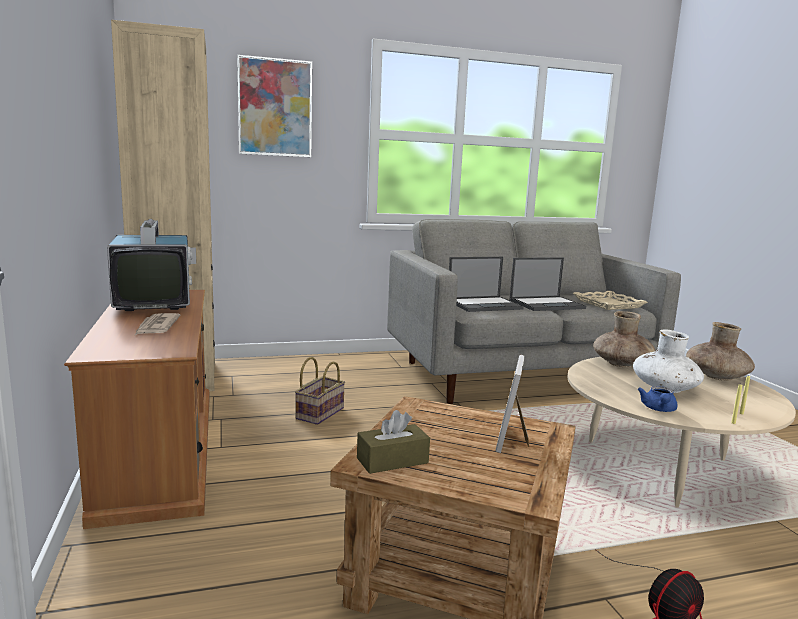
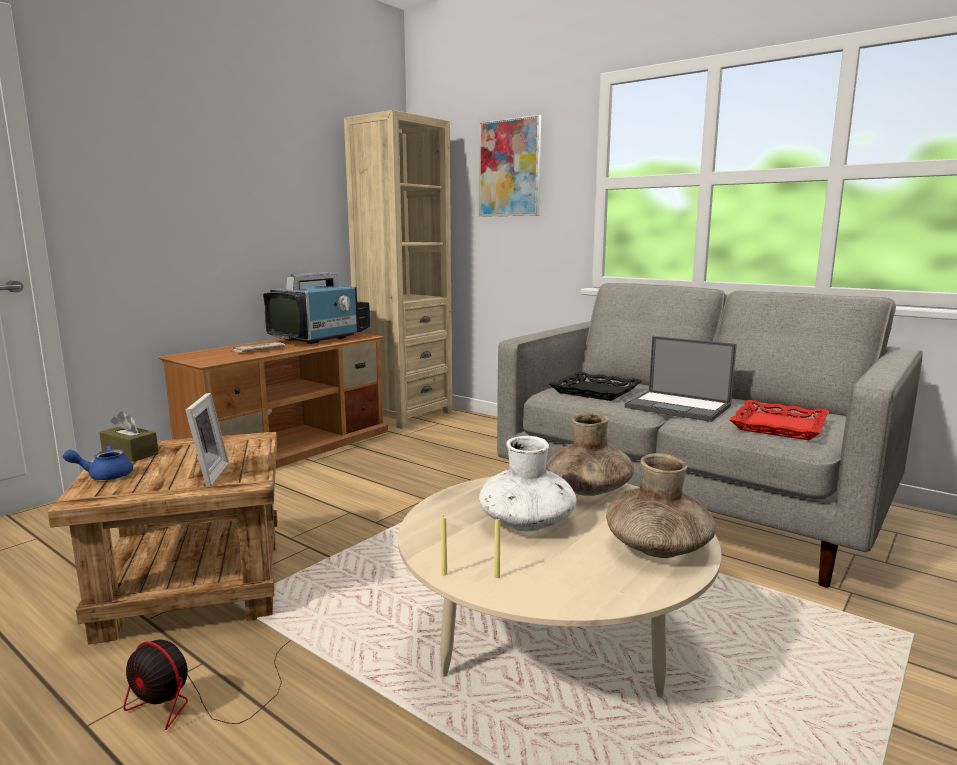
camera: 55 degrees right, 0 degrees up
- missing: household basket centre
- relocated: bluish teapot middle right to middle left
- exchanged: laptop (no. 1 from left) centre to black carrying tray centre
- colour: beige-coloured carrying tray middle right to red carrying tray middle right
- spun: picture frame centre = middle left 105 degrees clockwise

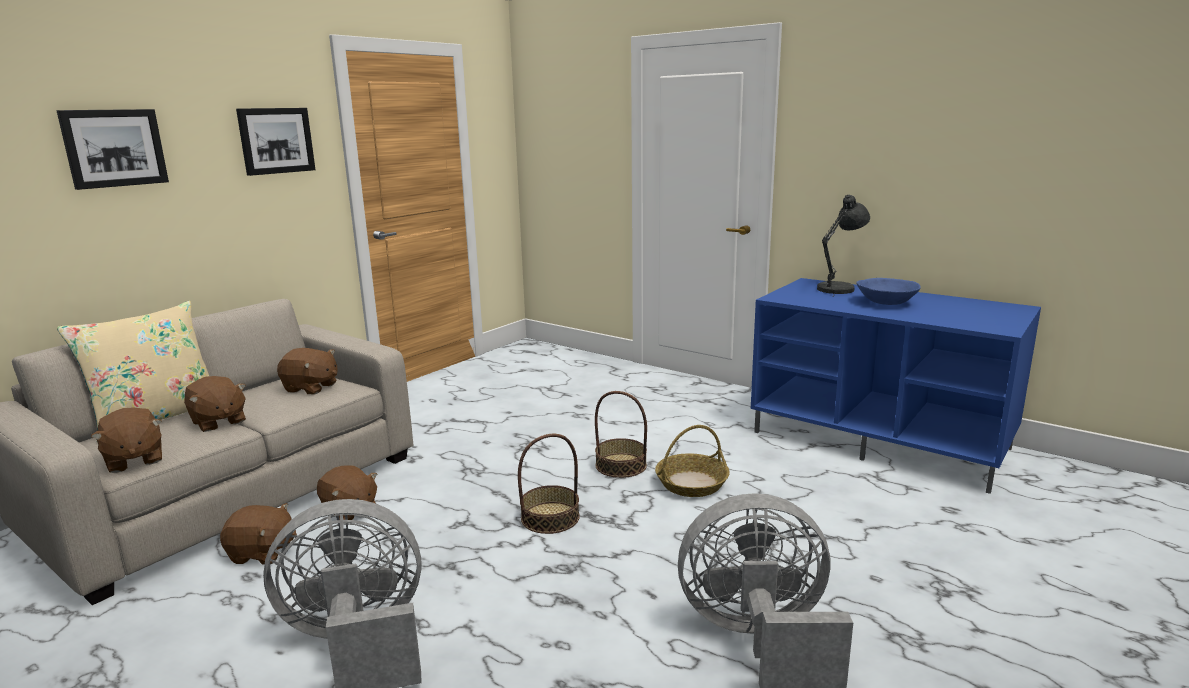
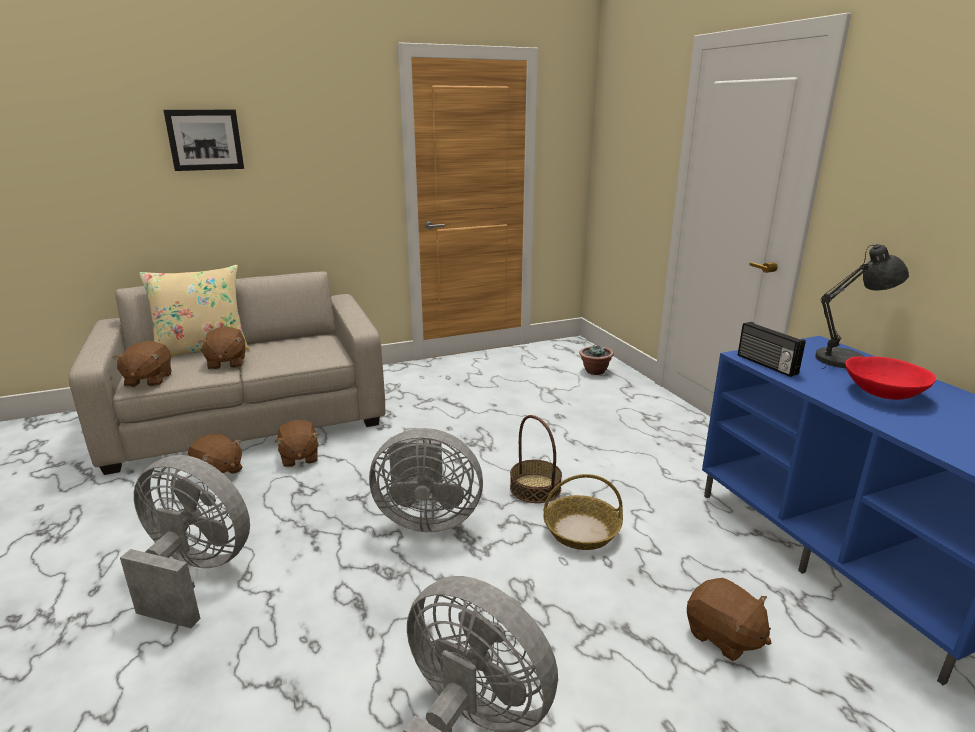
camera: 30 degrees right, 5 degrees up
- missing: picture (no. 2 from left) top left
- appeared: houseplant centre
- appeared: radio set middle right
- relocated: brown soft toy (no. 4 from left in the first image) middle left to brown soft toy (no. 5 from left) bottom right
- exchanged: household basket (no. 1 from left) bottom centre to gray cooling fan (no. 2 from left) centre
- colour: bluish serving bowl middle right to red serving bowl middle right

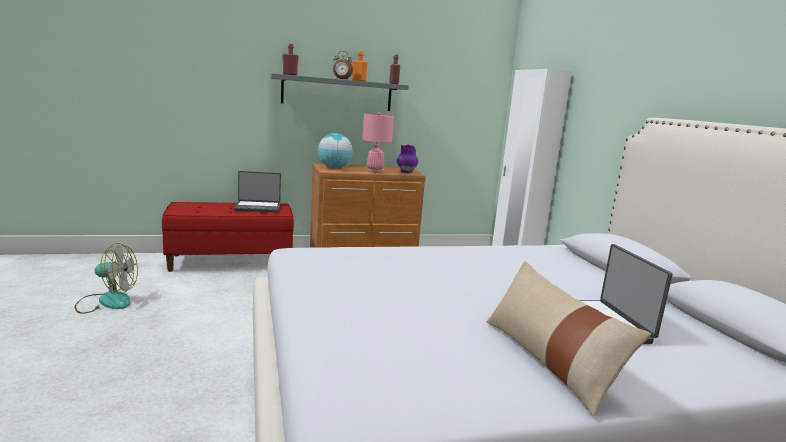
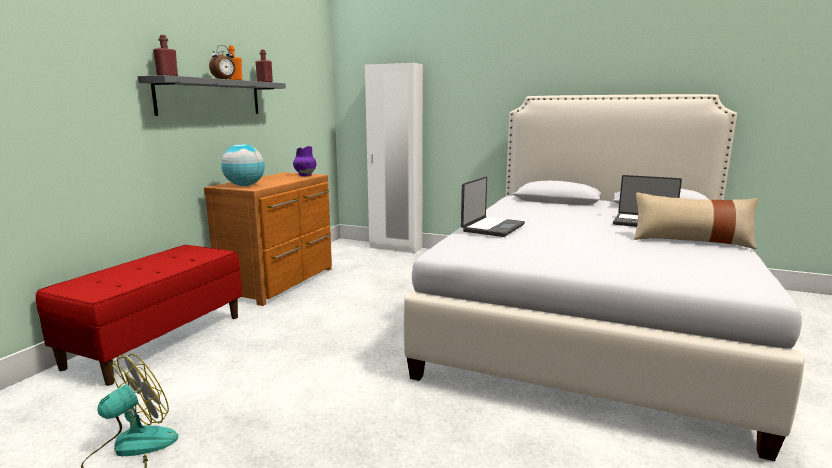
camera: 50 degrees left, 0 degrees up
- missing: pink-coloured tabletop lamp top centre
- relocated: laptop (no. 1 from left) middle left to centre

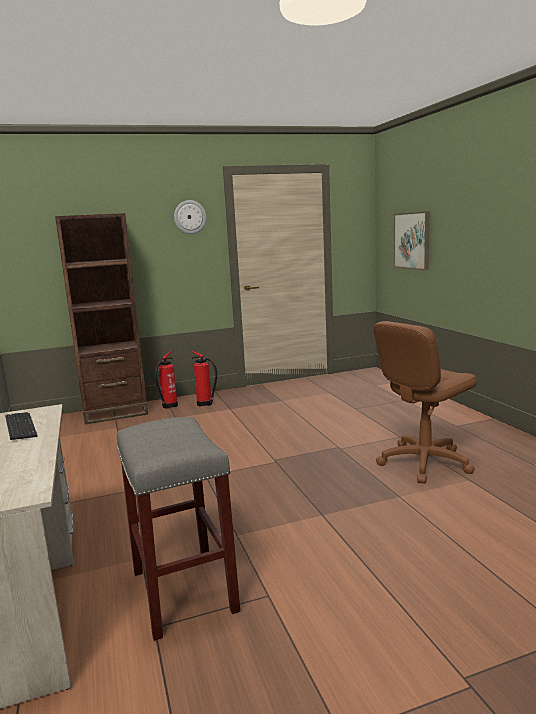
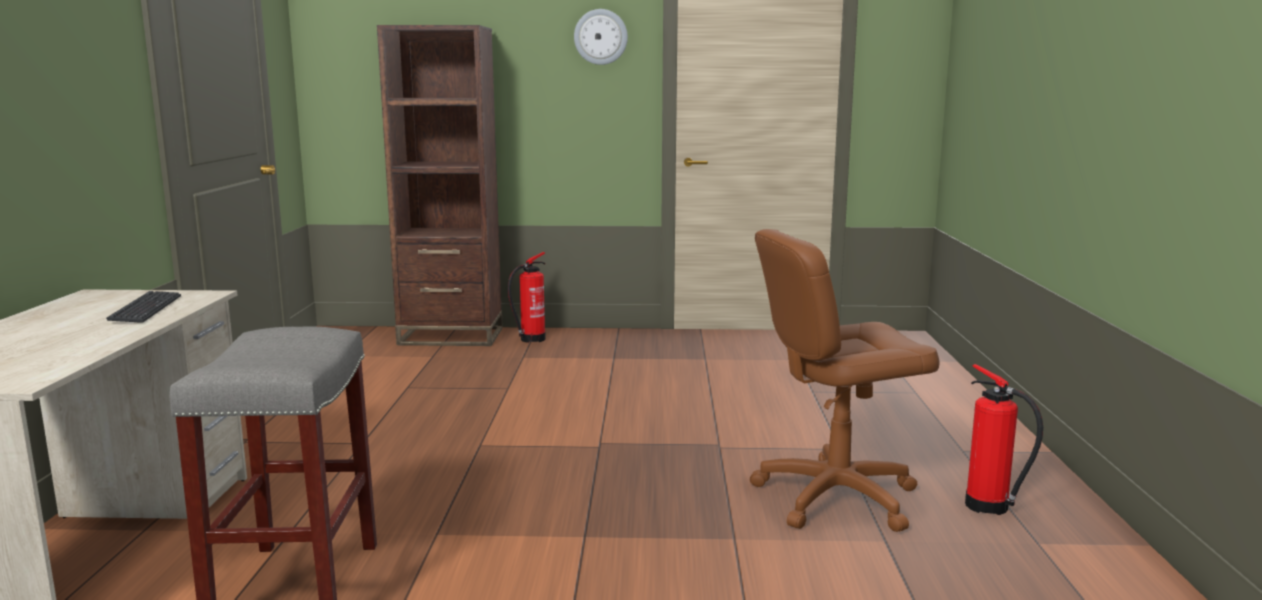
camera: 20 degrees right, 0 degrees up
- missing: picture middle right
- relocated: extinguisher (no. 2 from left) centre to bottom right

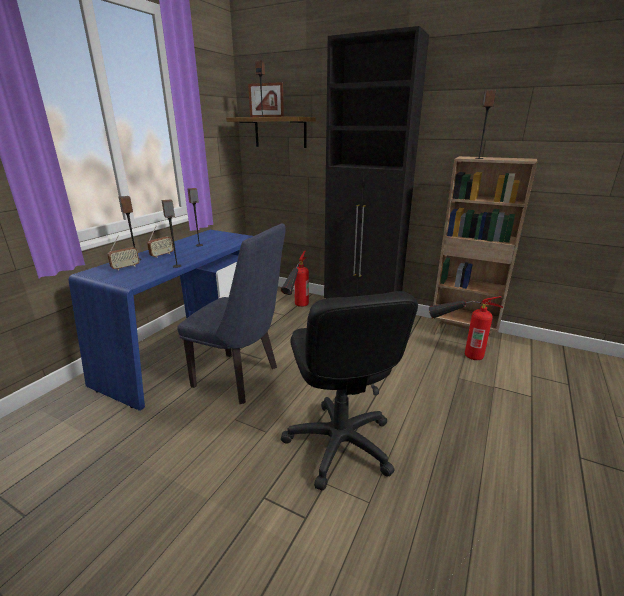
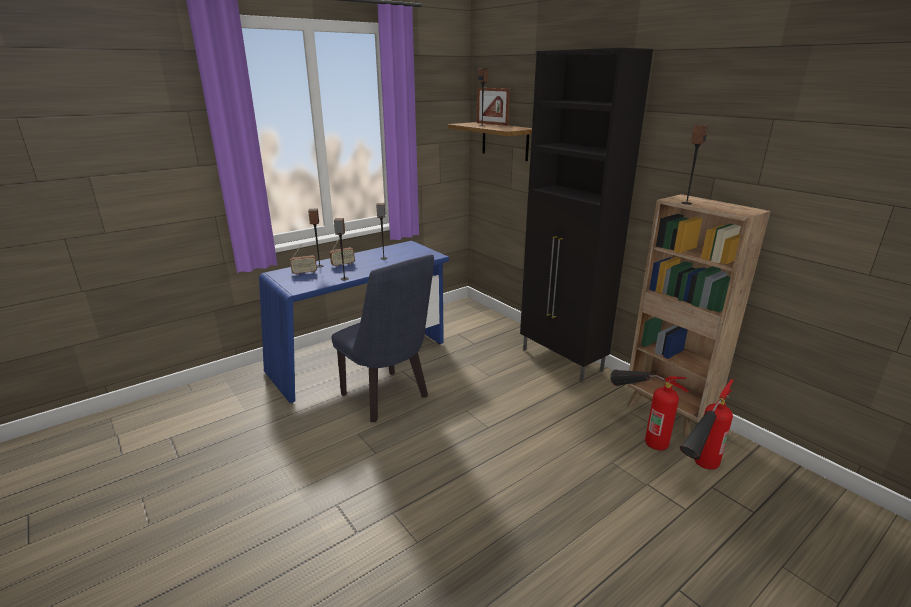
camera: 25 degrees right, 0 degrees up
- missing: black desk chair centre
- relocated: extinguisher (no. 1 from left in the first image) centre to extinguisher (no. 2 from left) bottom right

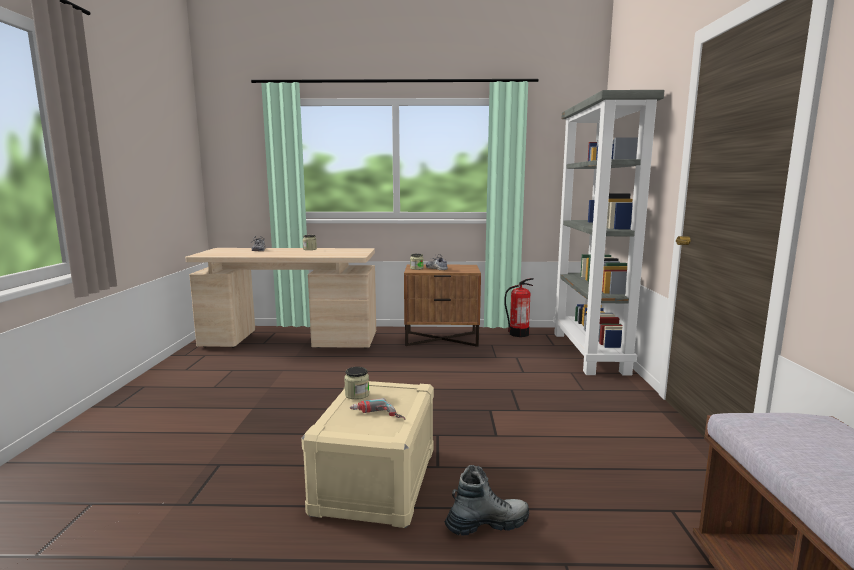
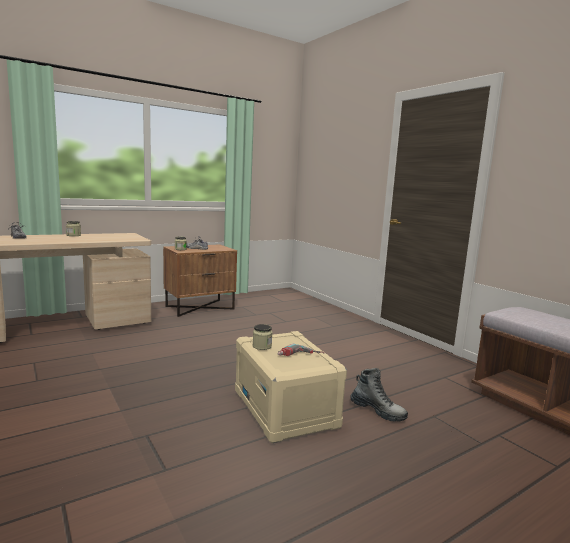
camera: 35 degrees left, 0 degrees up
- missing: extinguisher centre
- missing: gray bookcase middle right
- spun: high-top boot bottom centre = bottom centre 90 degrees clockwise

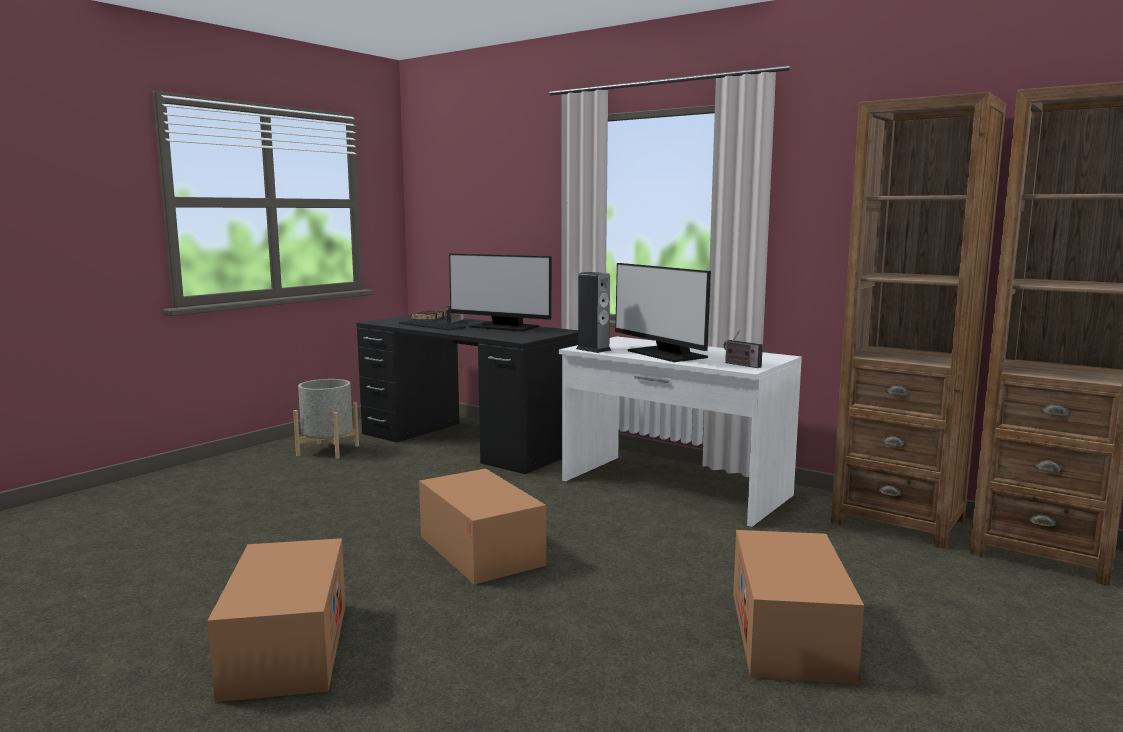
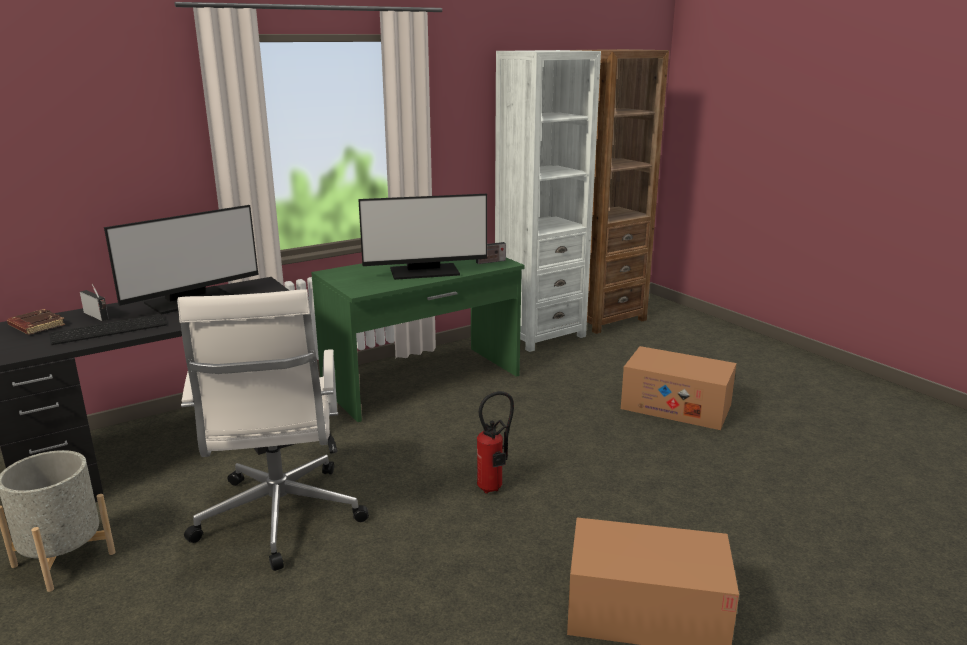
camera: 70 degrees left, 10 degrees up
- missing: loudspeaker centre
- appeared: white-coloured desk chair bottom left
- exchanged: carton (no. 2 from left) bottom centre to extinguisher bottom centre
- colour: white-coloured desk centre to greenish desk centre
- colour: brown bookcase (no. 1 from left) middle right to white-coloured bookcase top centre

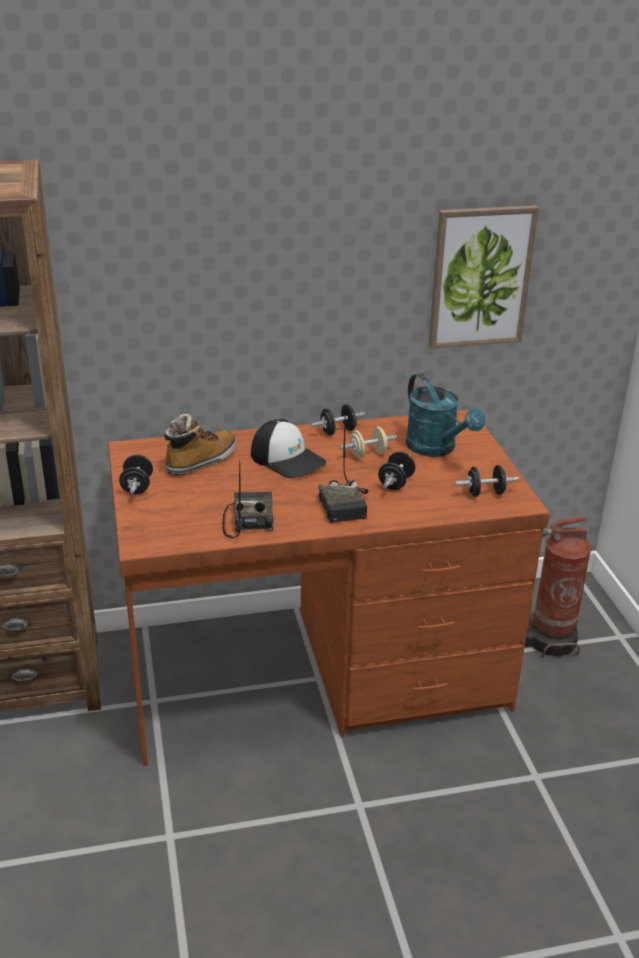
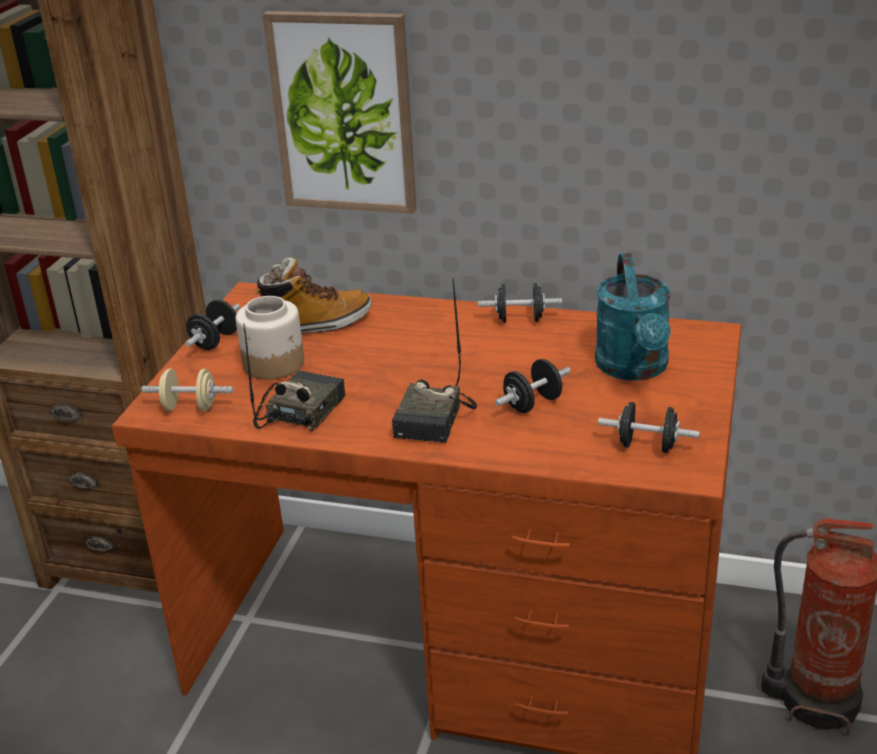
camera: 30 degrees right, 0 degrees up
- missing: cap centre
- appeared: storage jar middle left
- relocated: beige-coloured free weight centre to middle left
- relocated: picture top right to top centre

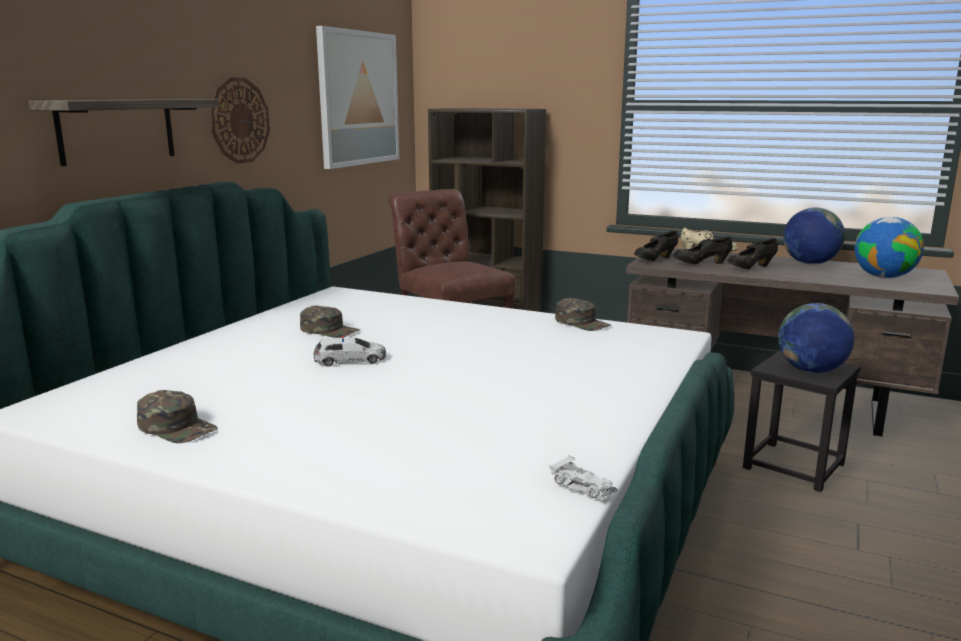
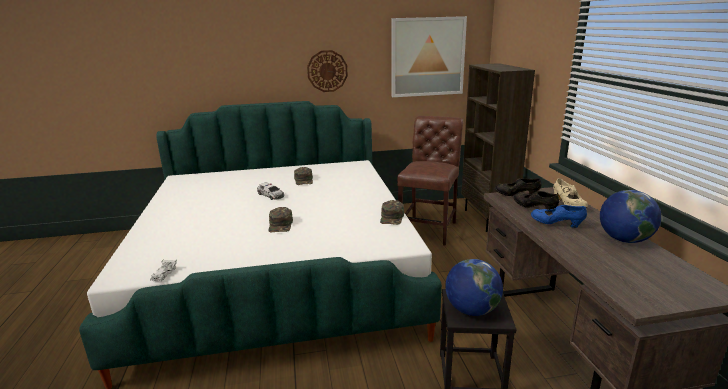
camera: 55 degrees right, 5 degrees up
- missing: shelf top left
- missing: globe (no. 3 from left) middle right
- relocated: greenish cap (no. 1 from left) middle left to centre
- colour: black low shoe (no. 3 from left) middle right to bluish low shoe middle right

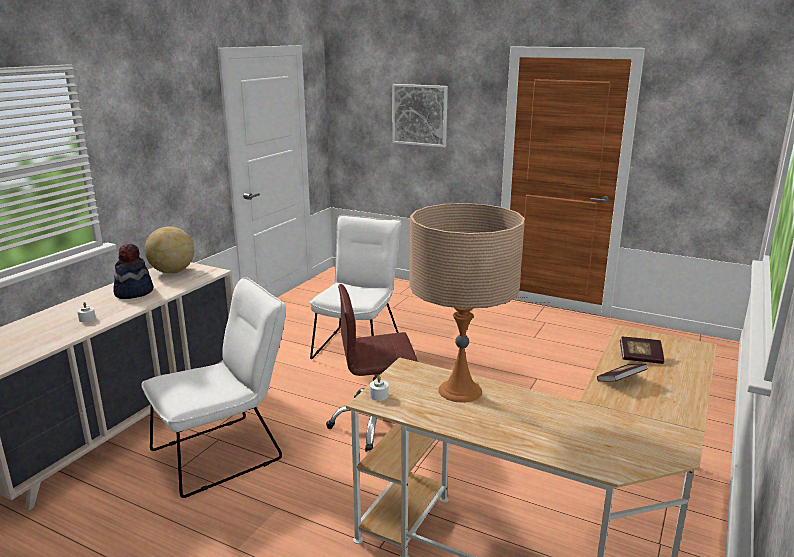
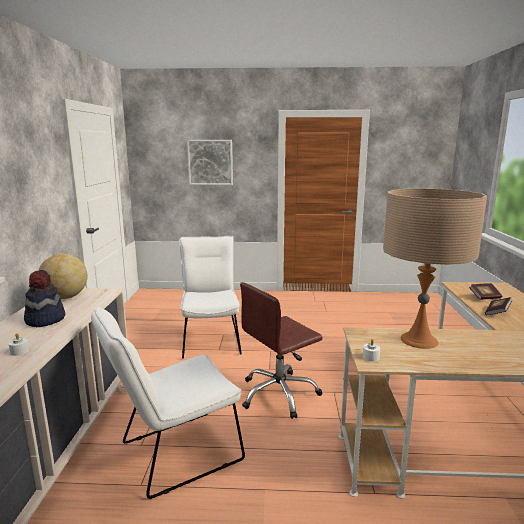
camera: 25 degrees left, 5 degrees down
- spun: white-coloured plain chair (no. 1 from left) bottom left = bottom left 150 degrees counterclockwise

